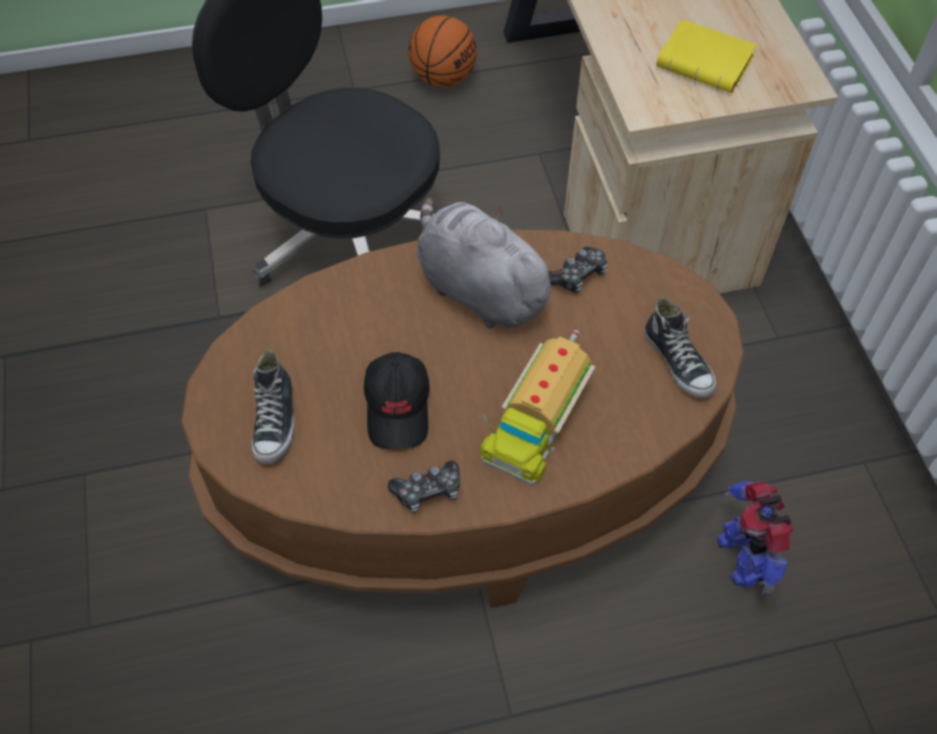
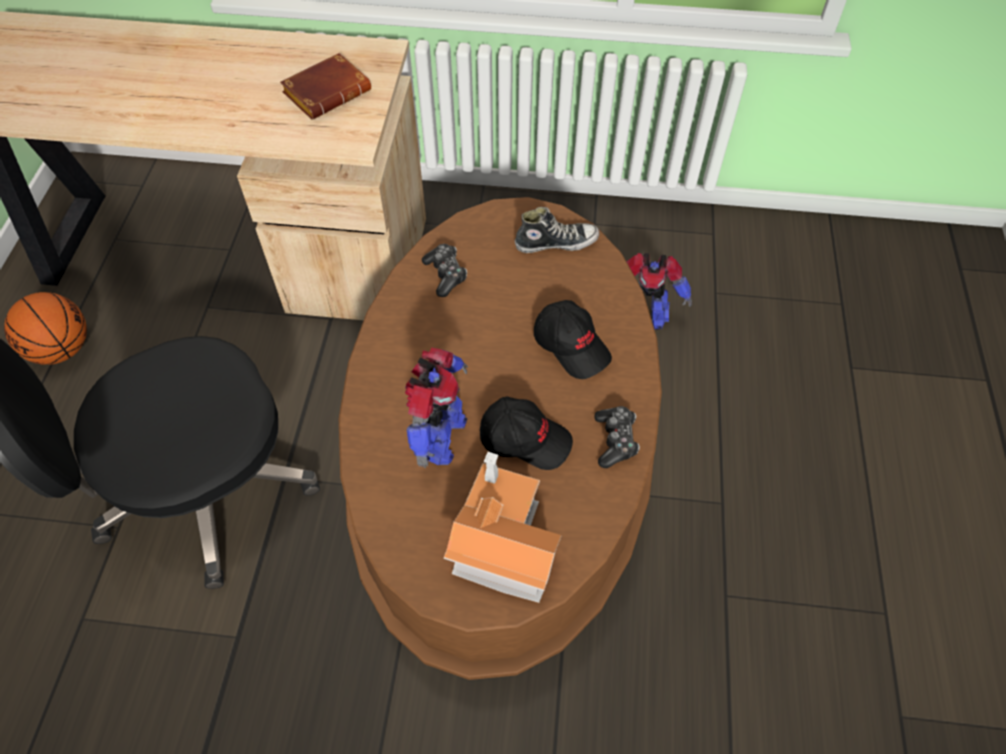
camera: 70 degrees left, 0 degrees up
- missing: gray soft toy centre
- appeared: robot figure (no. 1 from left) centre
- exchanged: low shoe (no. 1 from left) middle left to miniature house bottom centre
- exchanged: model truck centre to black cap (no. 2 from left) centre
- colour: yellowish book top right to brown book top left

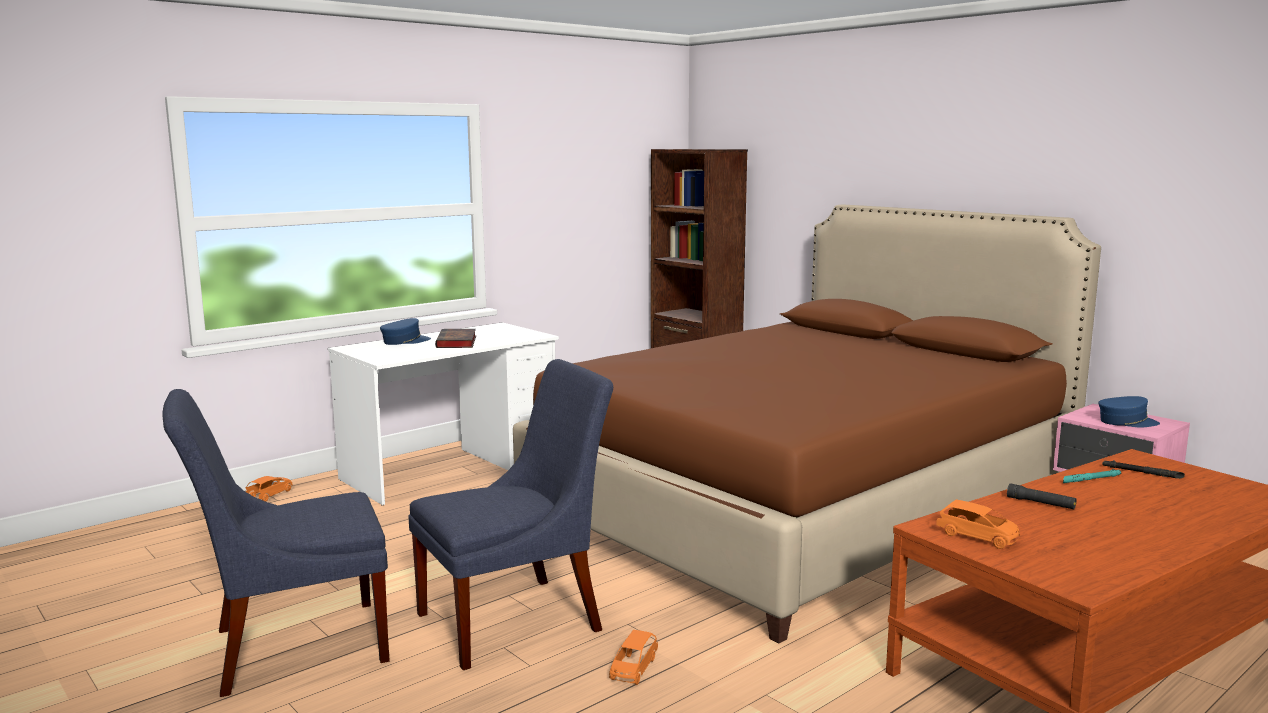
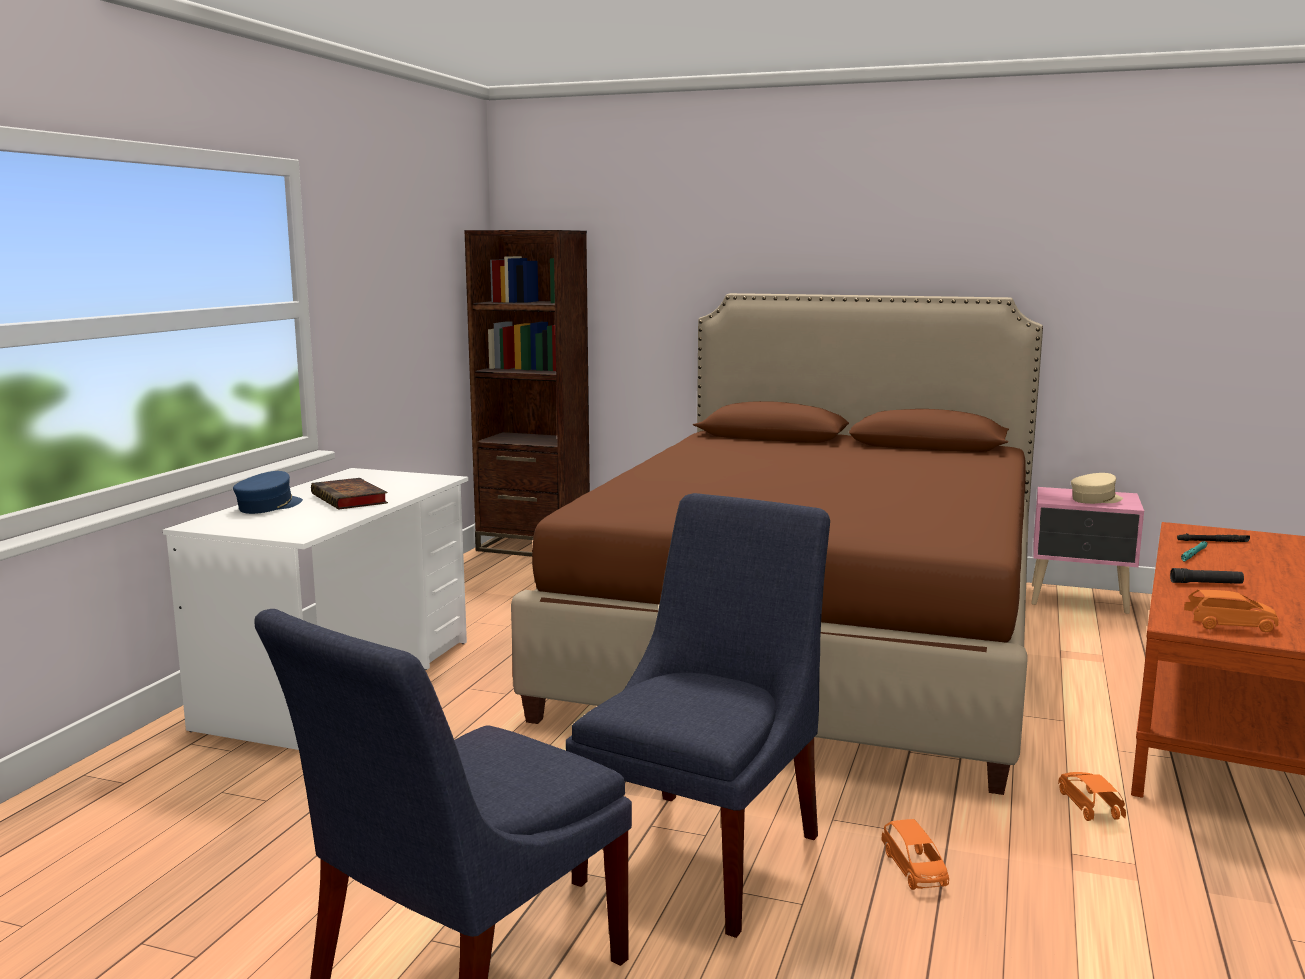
camera: 30 degrees left, 0 degrees up
- relocated: orange toy car (no. 1 from left in the first image) bottom left to orange toy car (no. 2 from left) bottom right
- colour: bluish cap (no. 2 from left) middle right to beige-coloured cap middle right

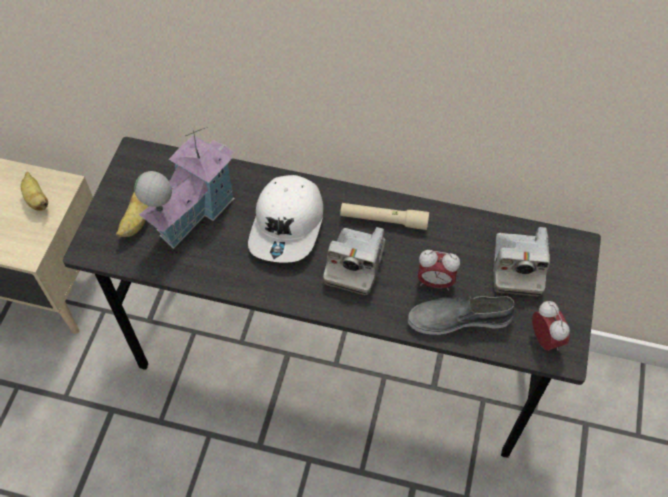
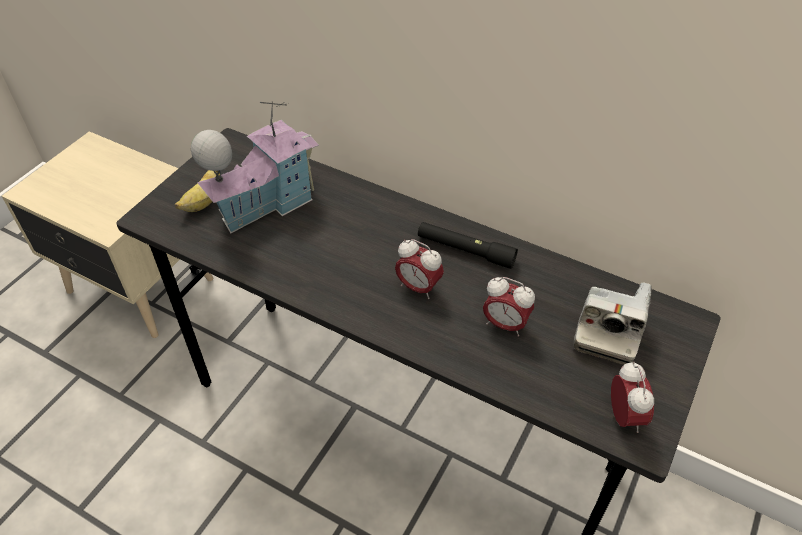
camera: 15 degrees right, 10 degrees down
- missing: whole banana (no. 1 from left) middle left
- missing: white-coloured cap centre
- missing: gray low shoe middle right
- exchanged: still camera (no. 1 from left) centre to table clock (no. 1 from left) centre
- colour: beige-coloured torch centre to black torch centre

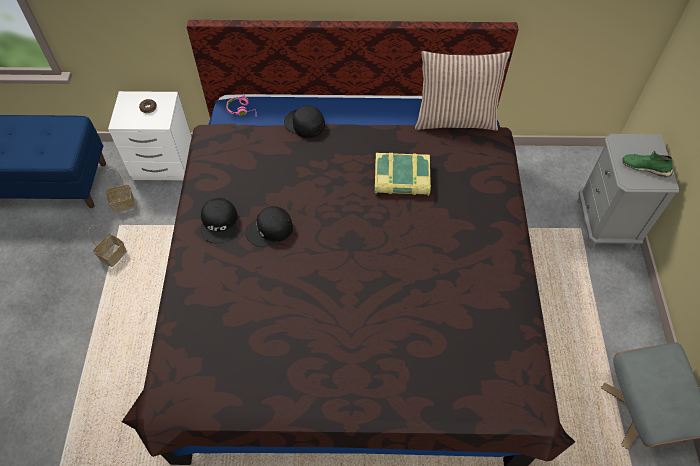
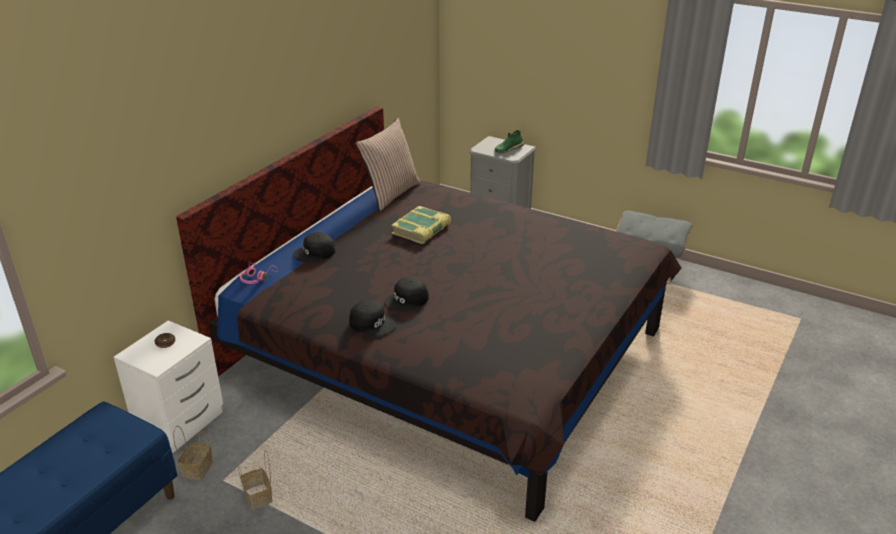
camera: 60 degrees left, 25 degrees down
- spun: black cap (no. 2 from left in the first image) centre = centre 45 degrees clockwise

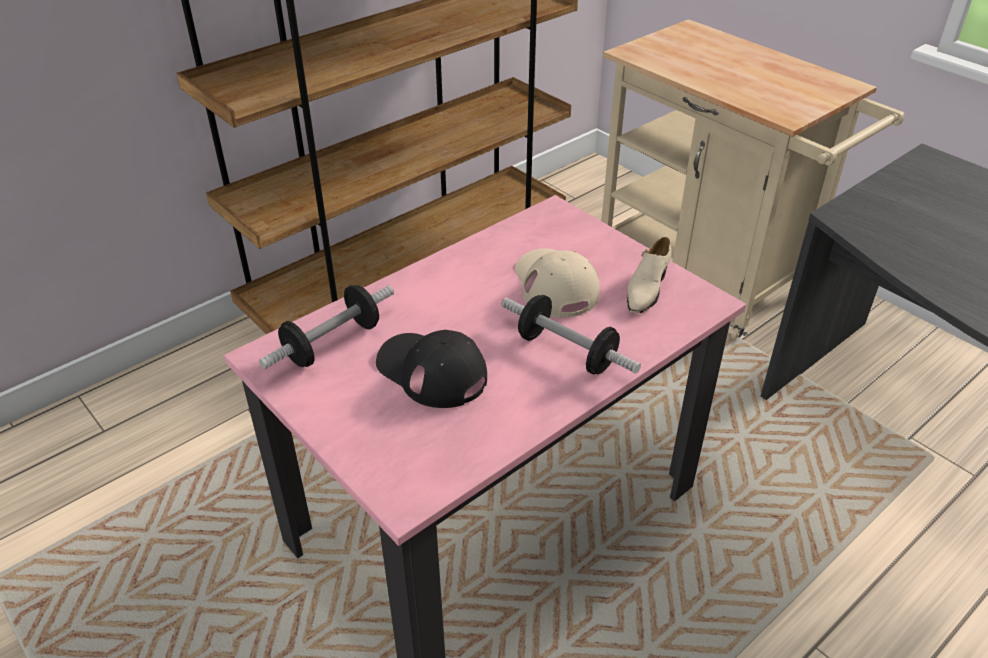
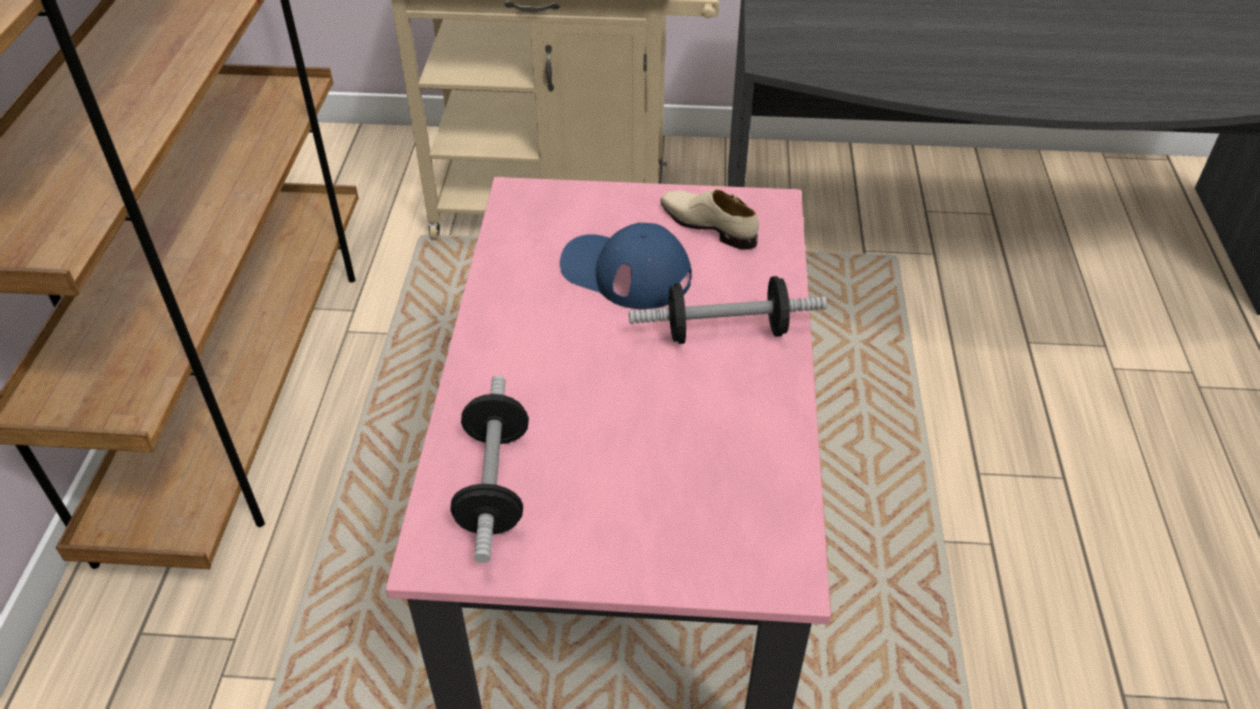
camera: 45 degrees left, 5 degrees up
- missing: black cap centre
- colour: beige-coloured cap centre to bluish cap centre
- spun: beige-coloured low shoe centre = top centre 150 degrees clockwise

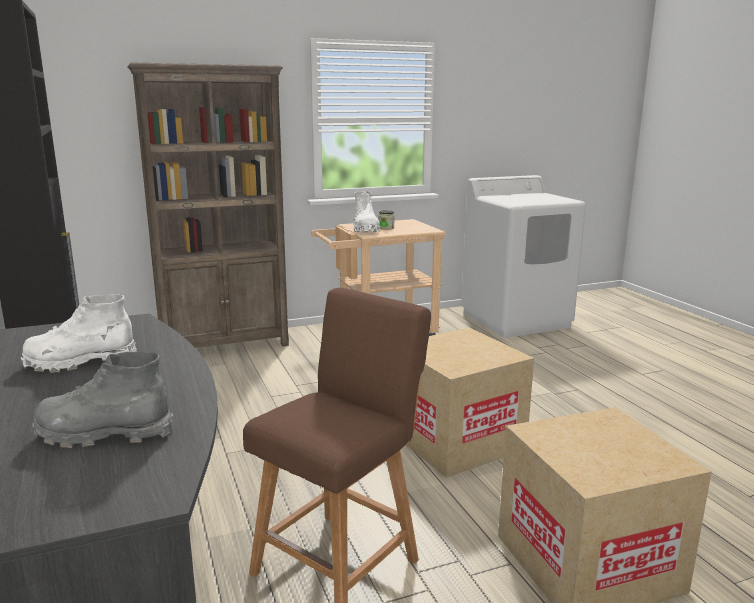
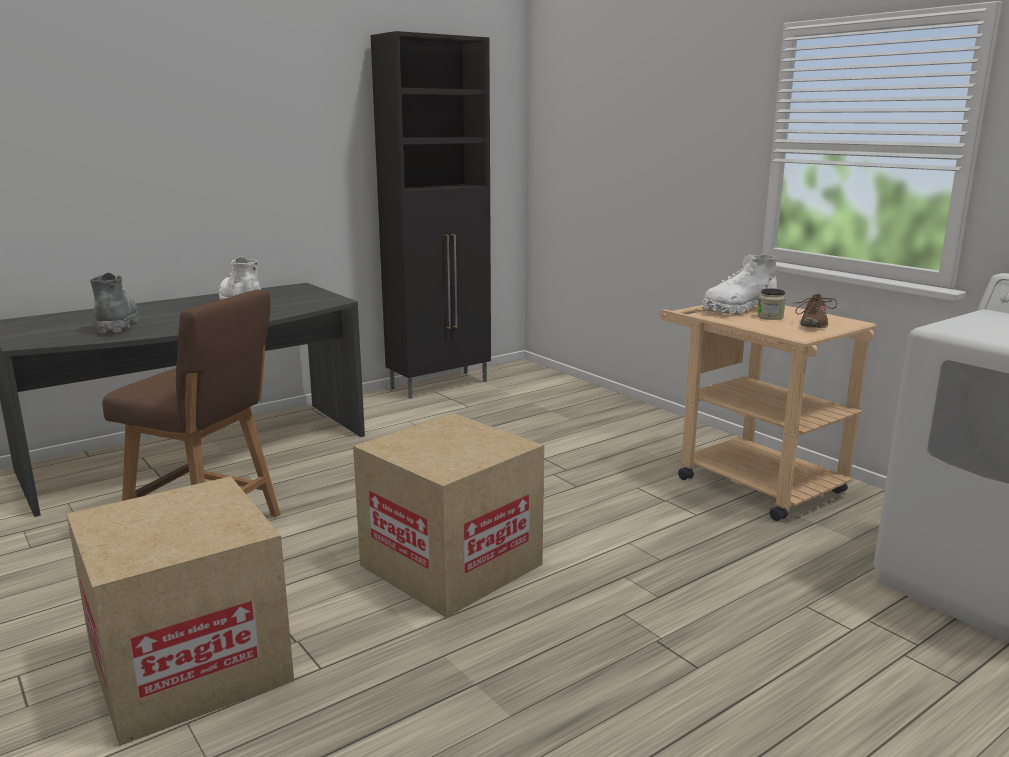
camera: 75 degrees right, 0 degrees up
- missing: brown bookcase middle left
- appeared: brown low shoe middle right

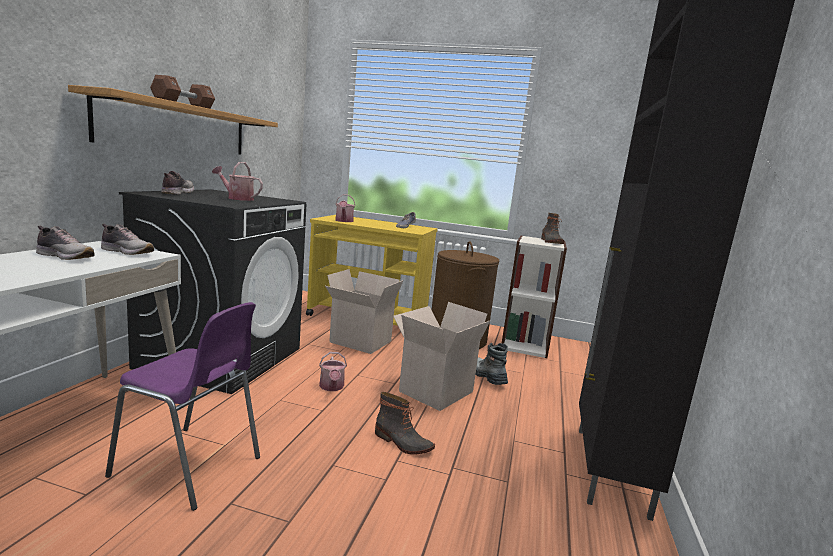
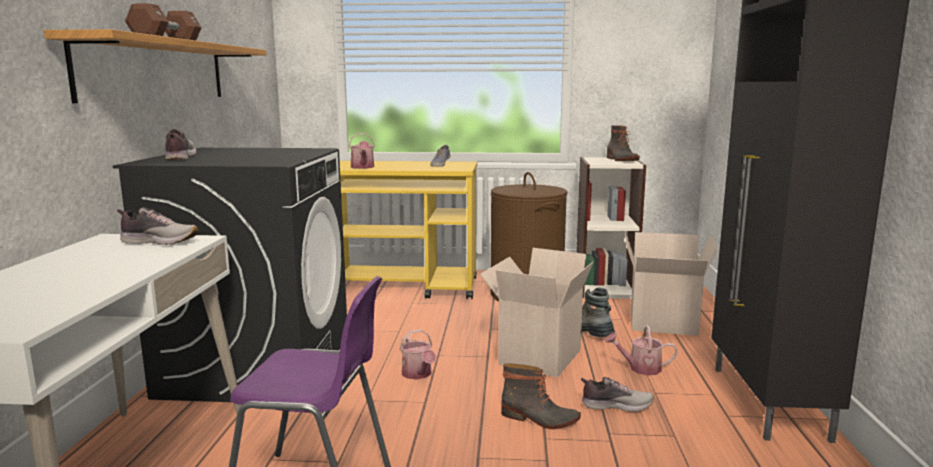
camera: 10 degrees left, 0 degrees up
- relocated: low shoe (no. 1 from left in the first image) middle left to low shoe (no. 4 from left) bottom centre
- relocated: watering pot (no. 1 from left in the first image) top left to watering pot (no. 3 from left) bottom right
- relocated: carton (no. 1 from left in the first image) centre to carton (no. 2 from left) middle right

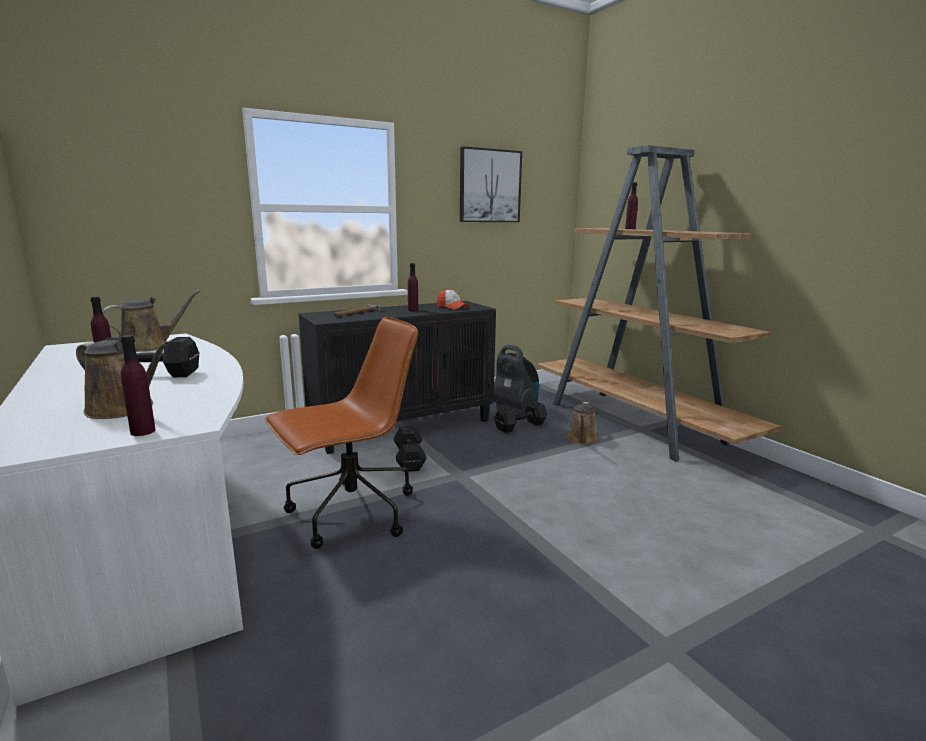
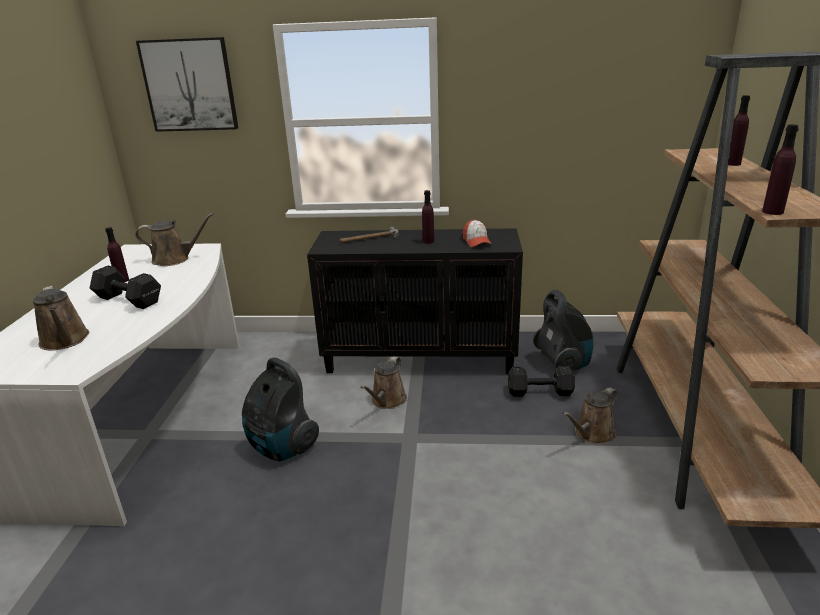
camera: 35 degrees right, 10 degrees up
- relocated: purple drink bottle (no. 2 from left in the first image) middle left to purple drink bottle (no. 4 from left) top right
- relocated: picture top centre to top left
- exchanged: brown desk chair centre to vacuum cleaner (no. 1 from left) bottom centre
- exchanged: black free weight (no. 2 from left) centre to brown watering pot (no. 3 from left) centre

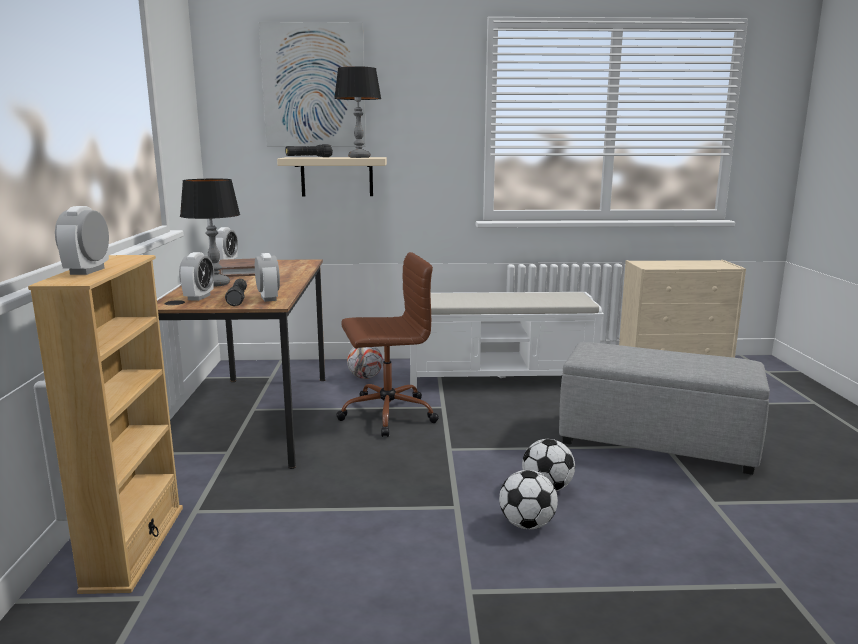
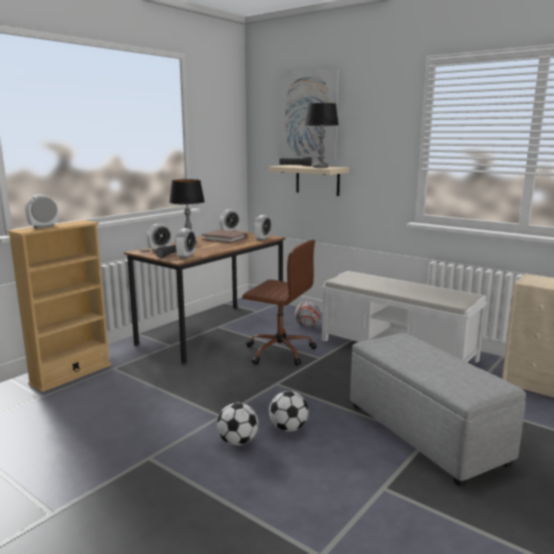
camera: 40 degrees right, 0 degrees up
- appeared: table clock (no. 5 from left) centre

